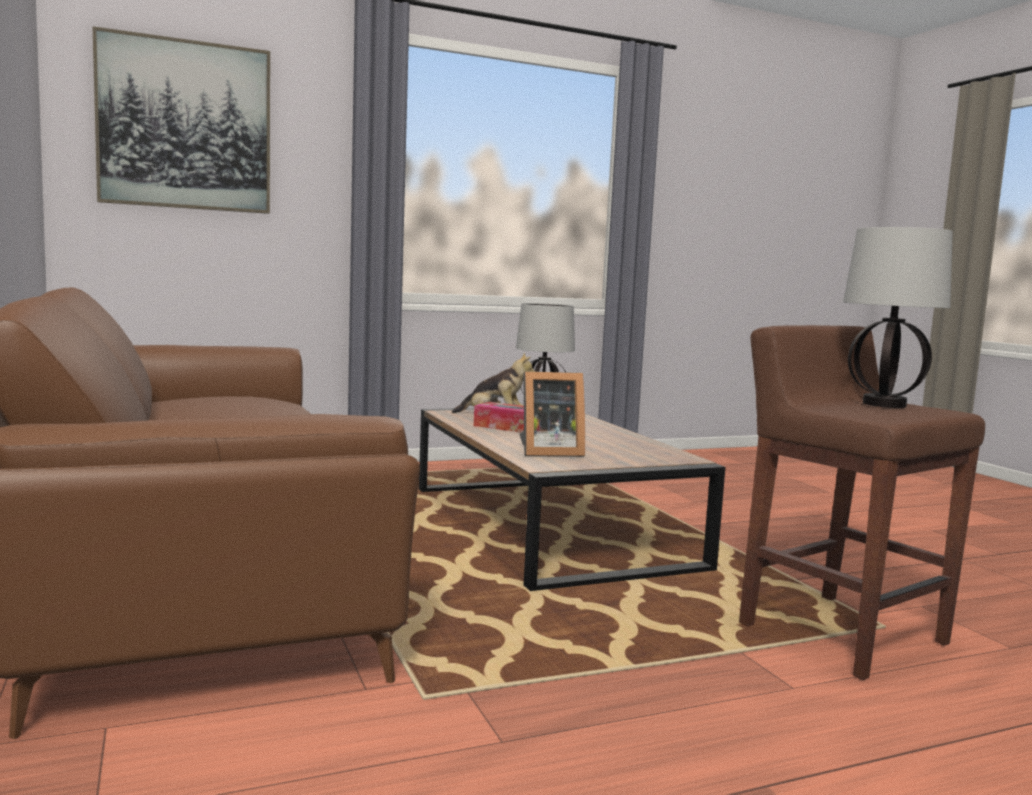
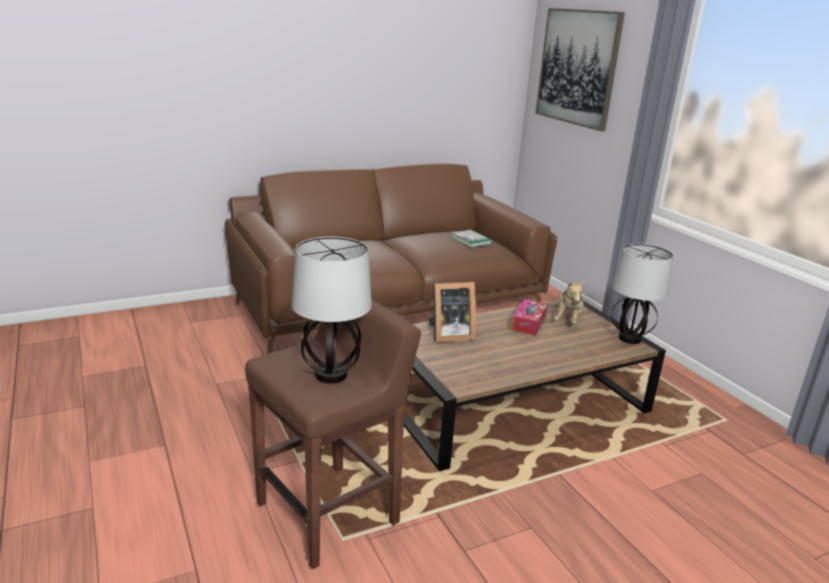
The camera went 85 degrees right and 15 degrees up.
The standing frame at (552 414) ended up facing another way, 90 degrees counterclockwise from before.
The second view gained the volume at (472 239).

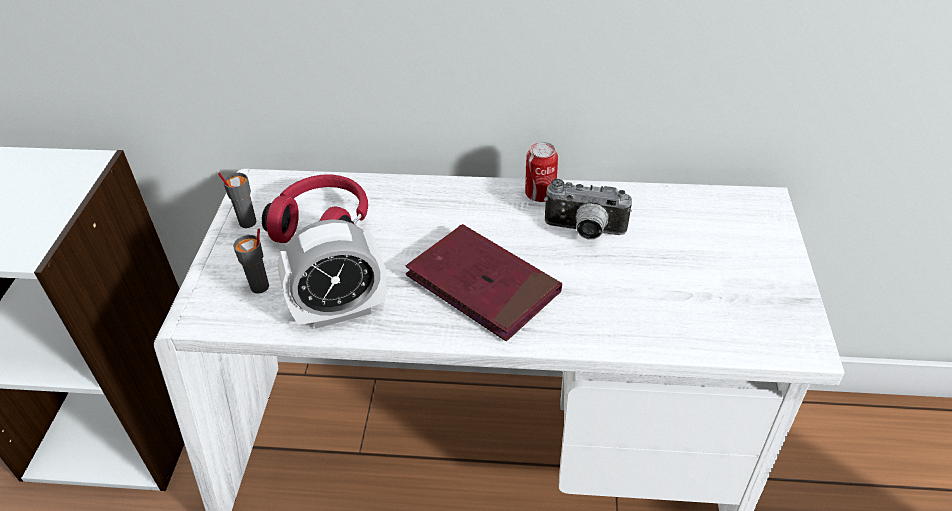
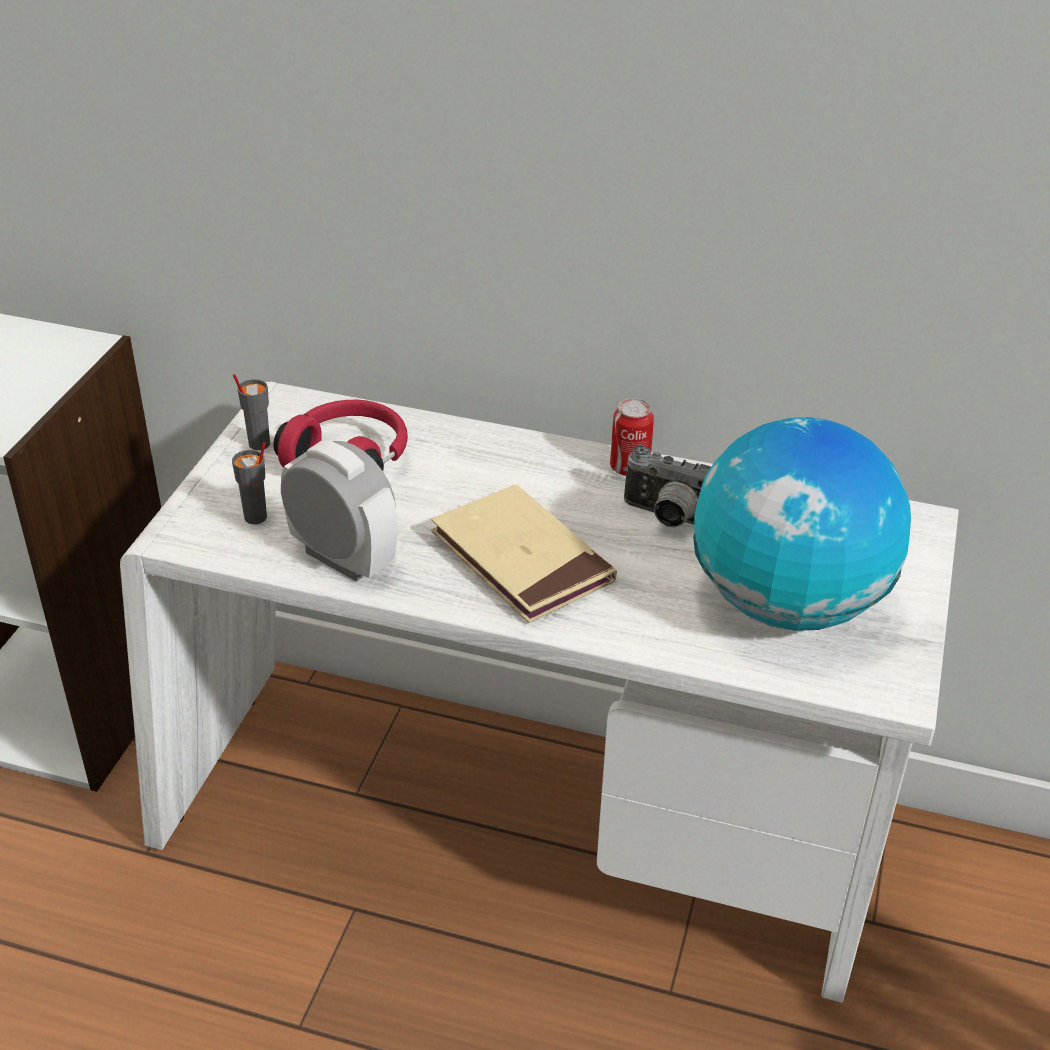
The camera went 10 degrees right and 5 degrees down.
The bedside clock at (332 274) ended up facing another way, 135 degrees counterclockwise from before.
What was the red volume at (484 282) turned into the beige-coloured volume at (524 553).
The second view gained the world globe at (802 524).

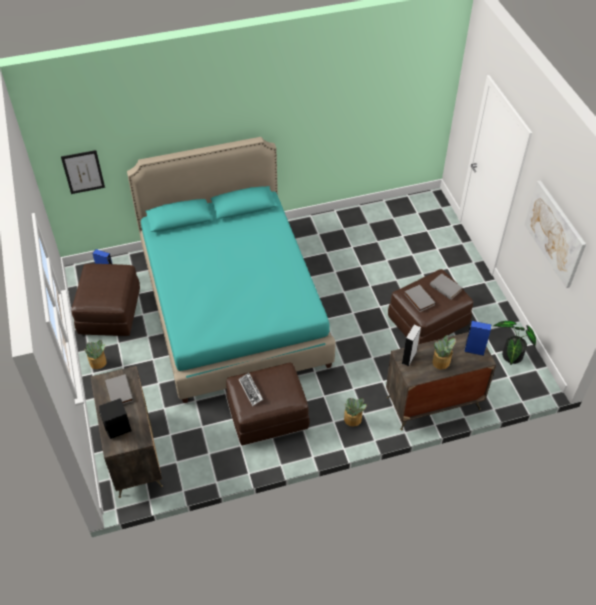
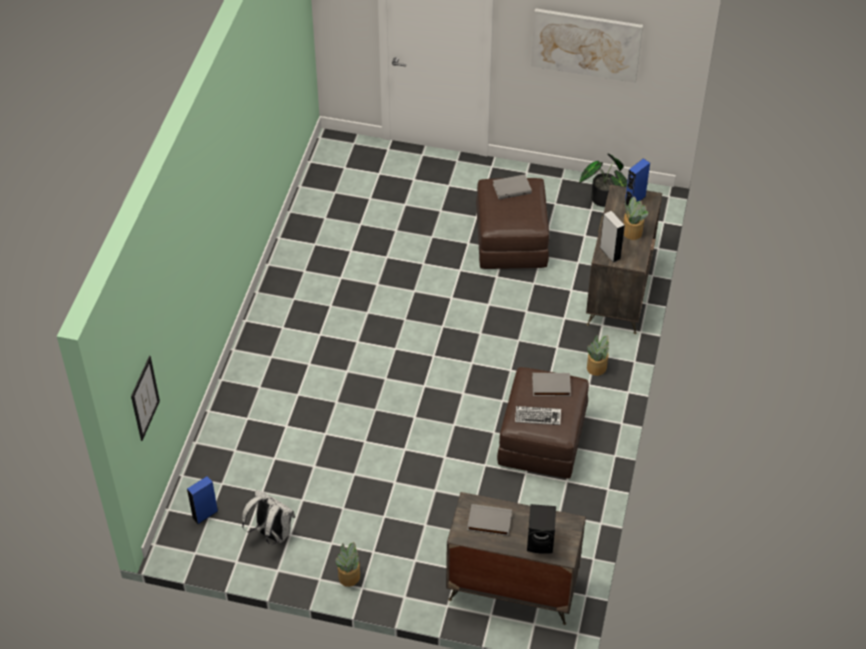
The camera went 60 degrees left and 0 degrees up.
The second view lost the turquoise bedroom bed at (231 270).
Where the brown-coloured ottoman stood at (105 300), the white-coloured backpack came to stand at (268 517).
The greyish volume ended up elsewhere, having gone from (420 298) to (551 384).

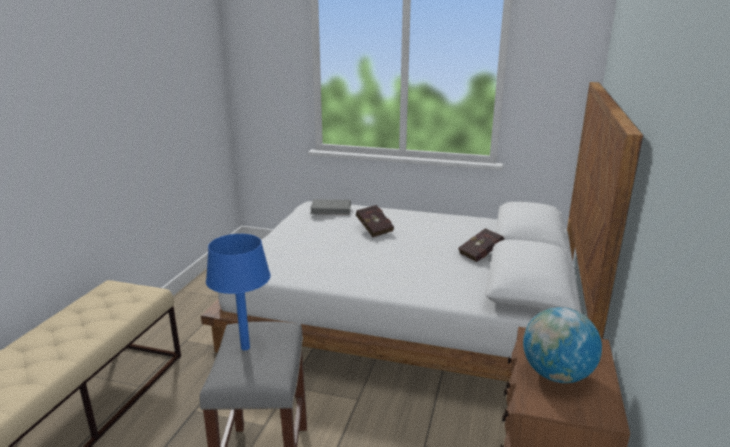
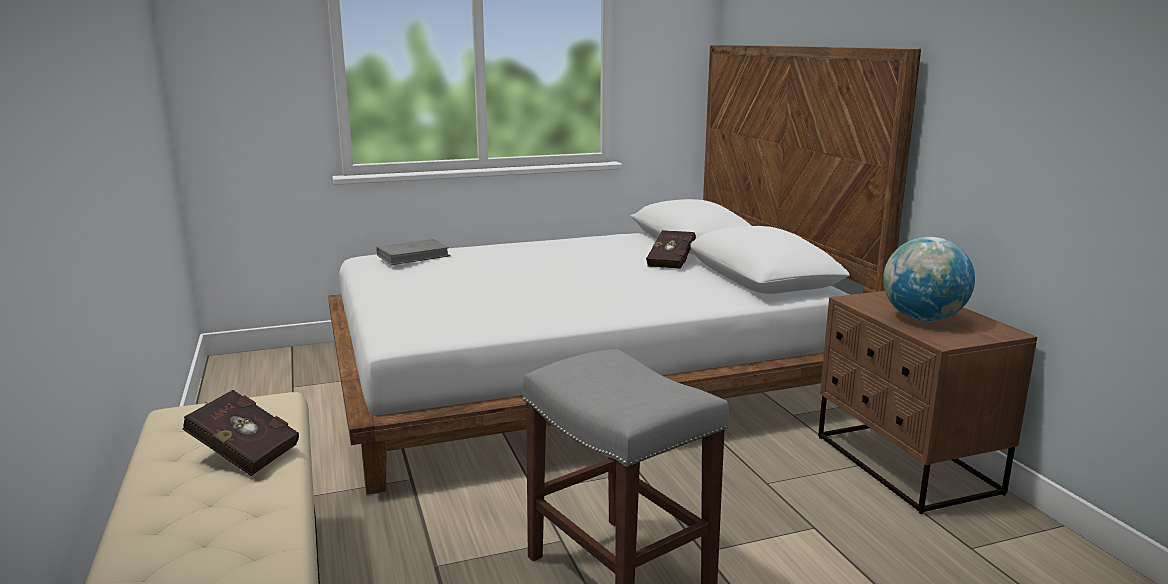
The camera went 35 degrees left and 5 degrees down.
The red volume ended up elsewhere, having gone from (375 221) to (241 433).
The second view lost the blue lamp for a table at (238 292).

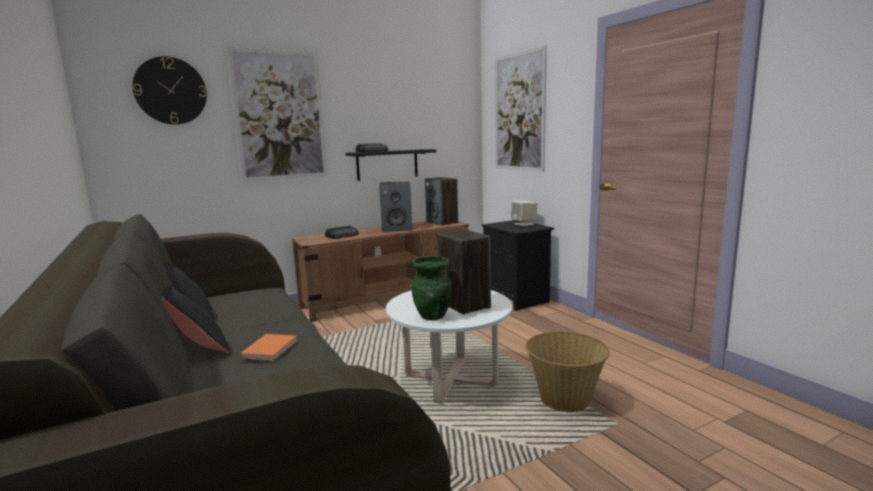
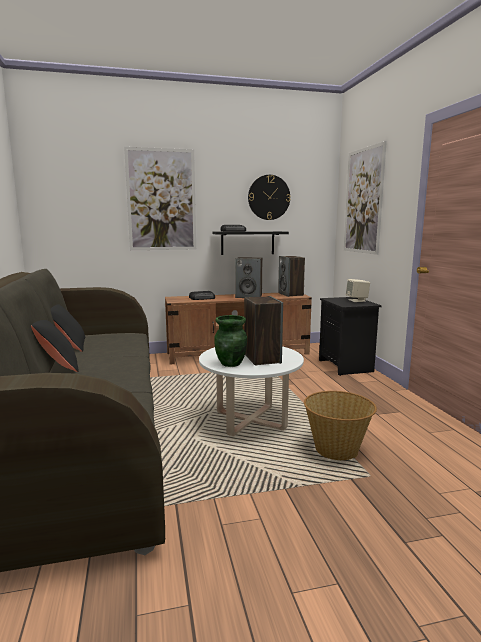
The camera went 15 degrees right and 0 degrees up.
The clock on the wall ended up elsewhere, having gone from (169 90) to (269 197).
The second view lost the orangey volume at (268 347).

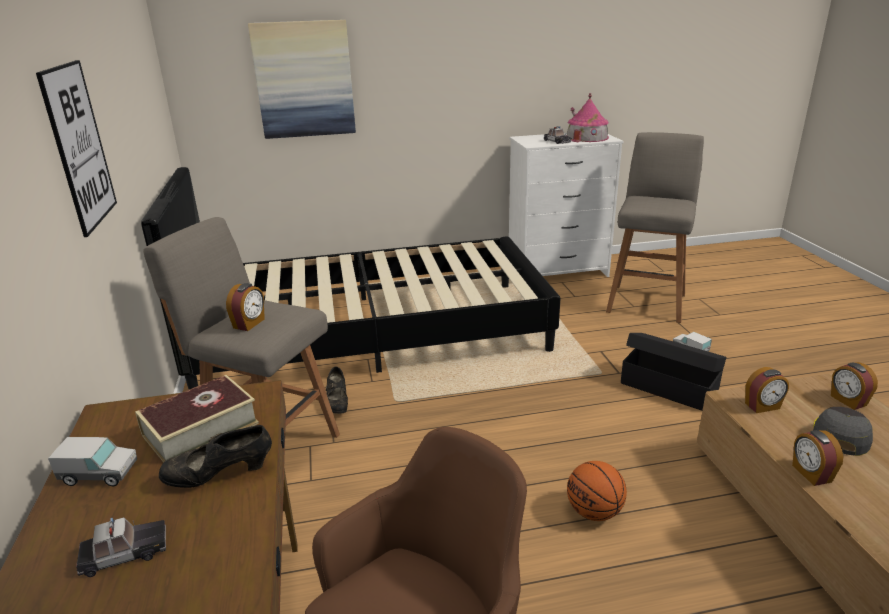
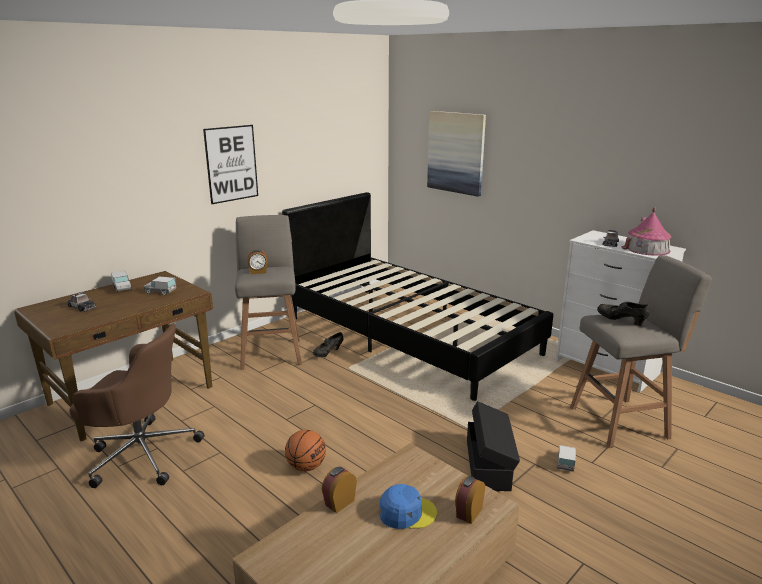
The camera went 55 degrees right and 5 degrees down.
The second view lost the bedside clock at (767 390).
Where the volume stood at (197 419), the toy truck came to stand at (160 286).
What was the greyish cap at (843 431) turned into the blue cap at (408 506).
The blackish item of footwear ended up elsewhere, having gone from (215 456) to (623 313).

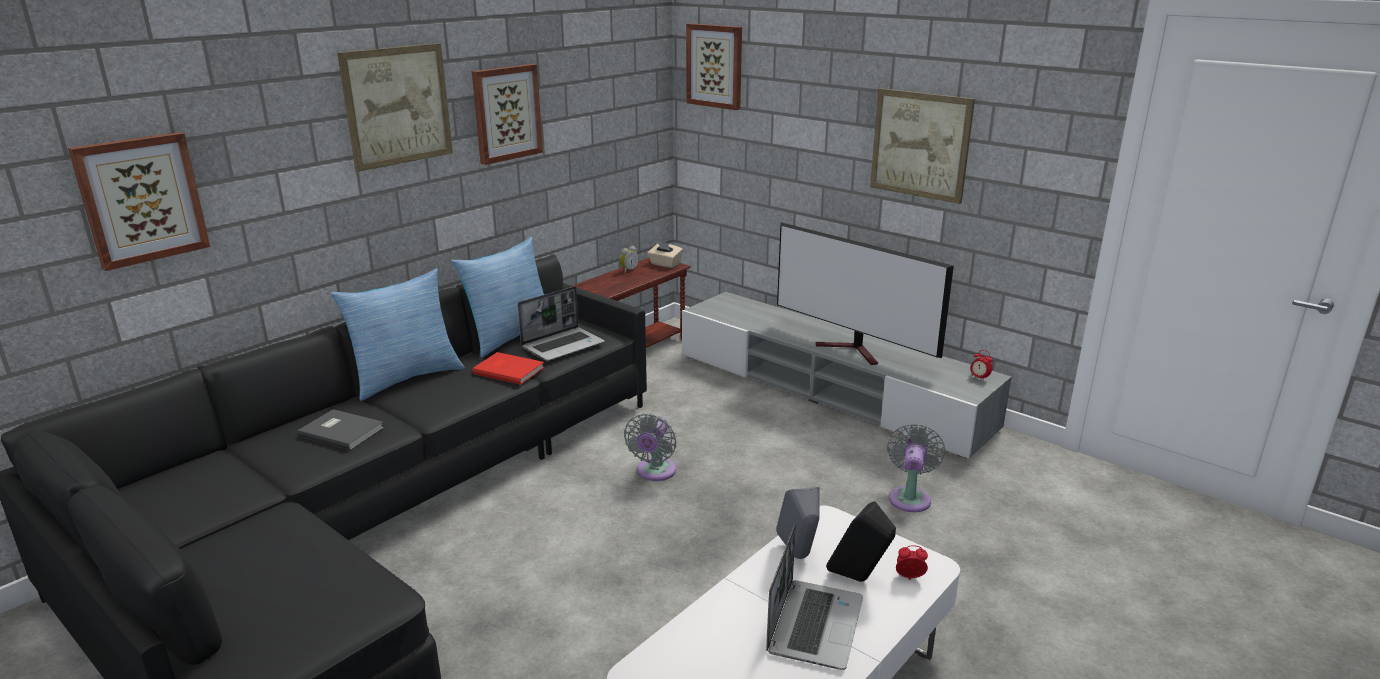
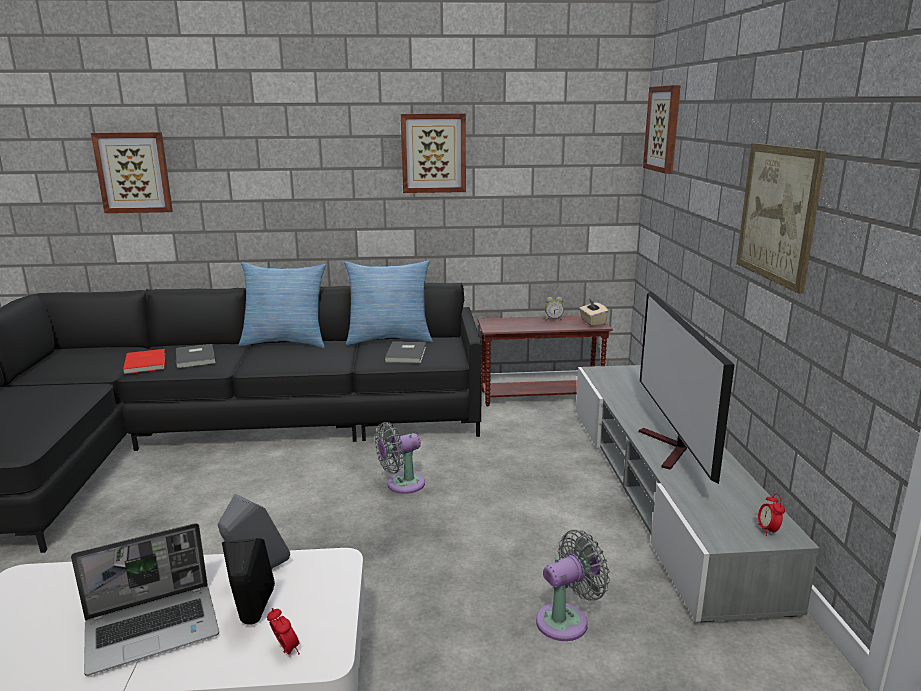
The camera went 45 degrees right and 5 degrees down.
The second view lost the wall art at (395 107).
Where the notebook computer stood at (561 323), the greyish volume came to stand at (405 352).
The red volume ended up elsewhere, having gone from (508 368) to (144 361).

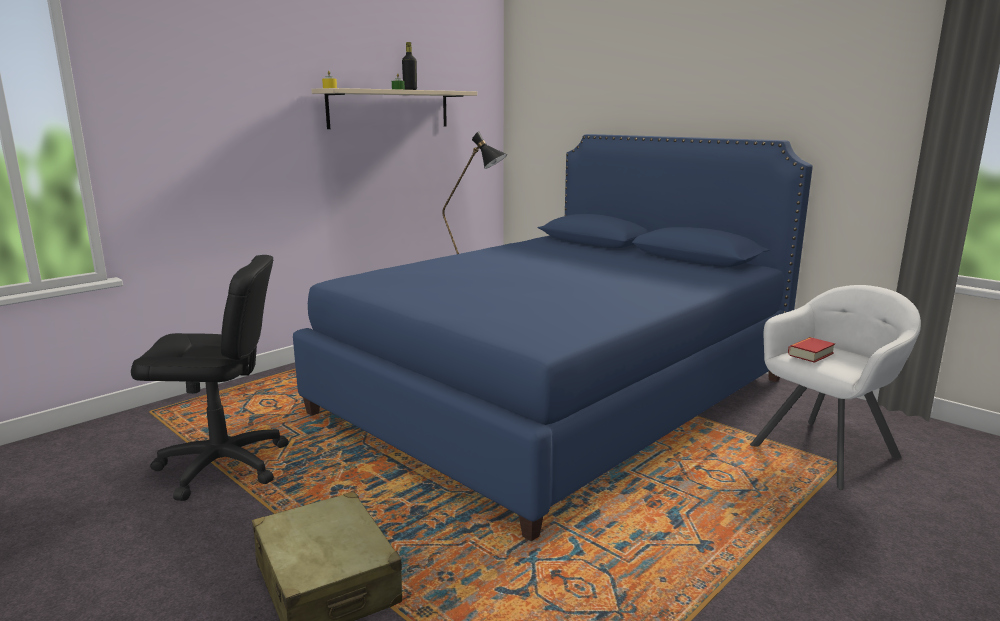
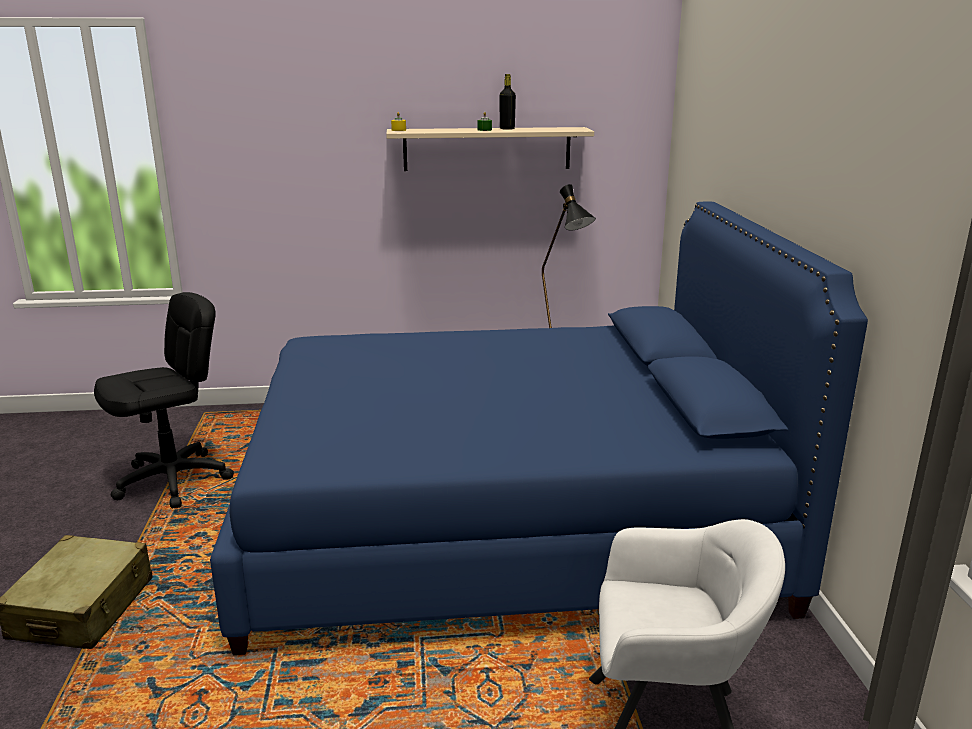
The camera went 40 degrees right and 5 degrees up.
The blackish computer chair at (210 378) ended up facing another way, 75 degrees counterclockwise from before.
The second view lost the volume at (811 350).

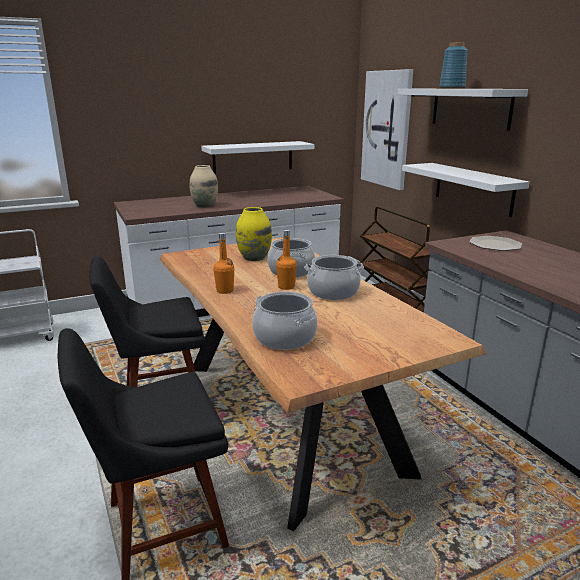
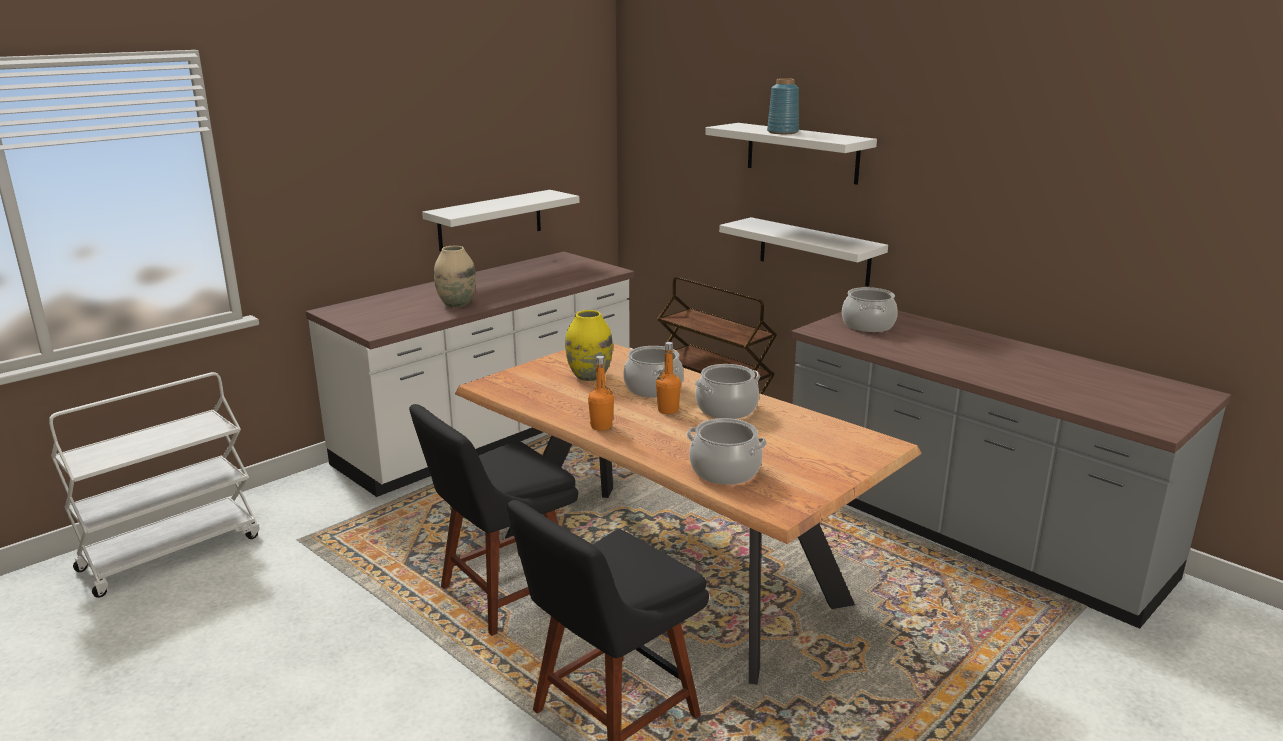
The camera went 20 degrees left and 0 degrees up.
The second view lost the wall art at (387 129).
Where the flat dish stood at (495 243), the saucepot came to stand at (870 309).

